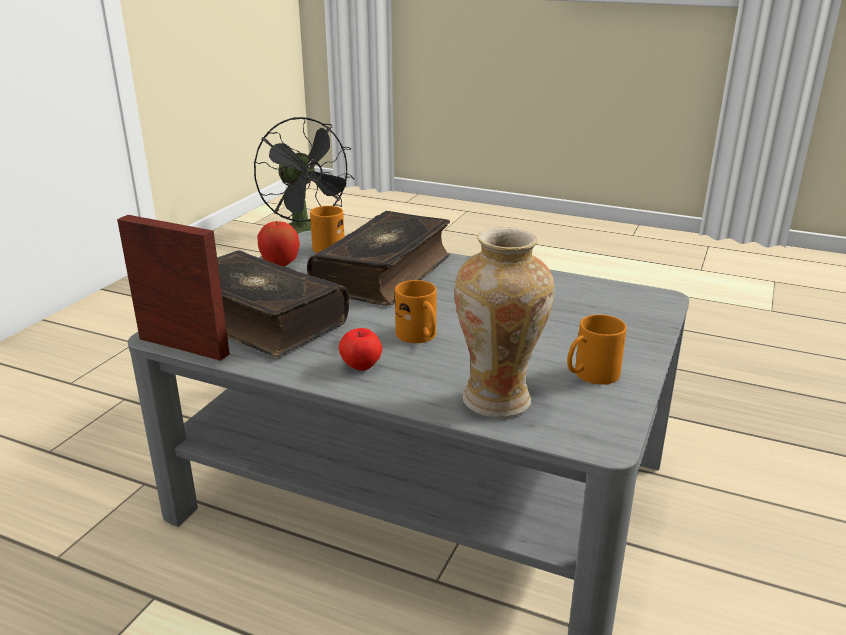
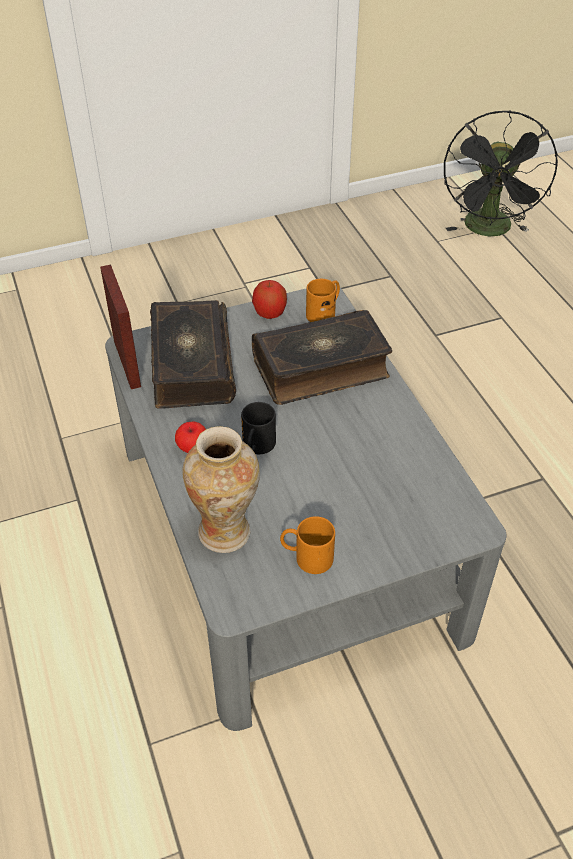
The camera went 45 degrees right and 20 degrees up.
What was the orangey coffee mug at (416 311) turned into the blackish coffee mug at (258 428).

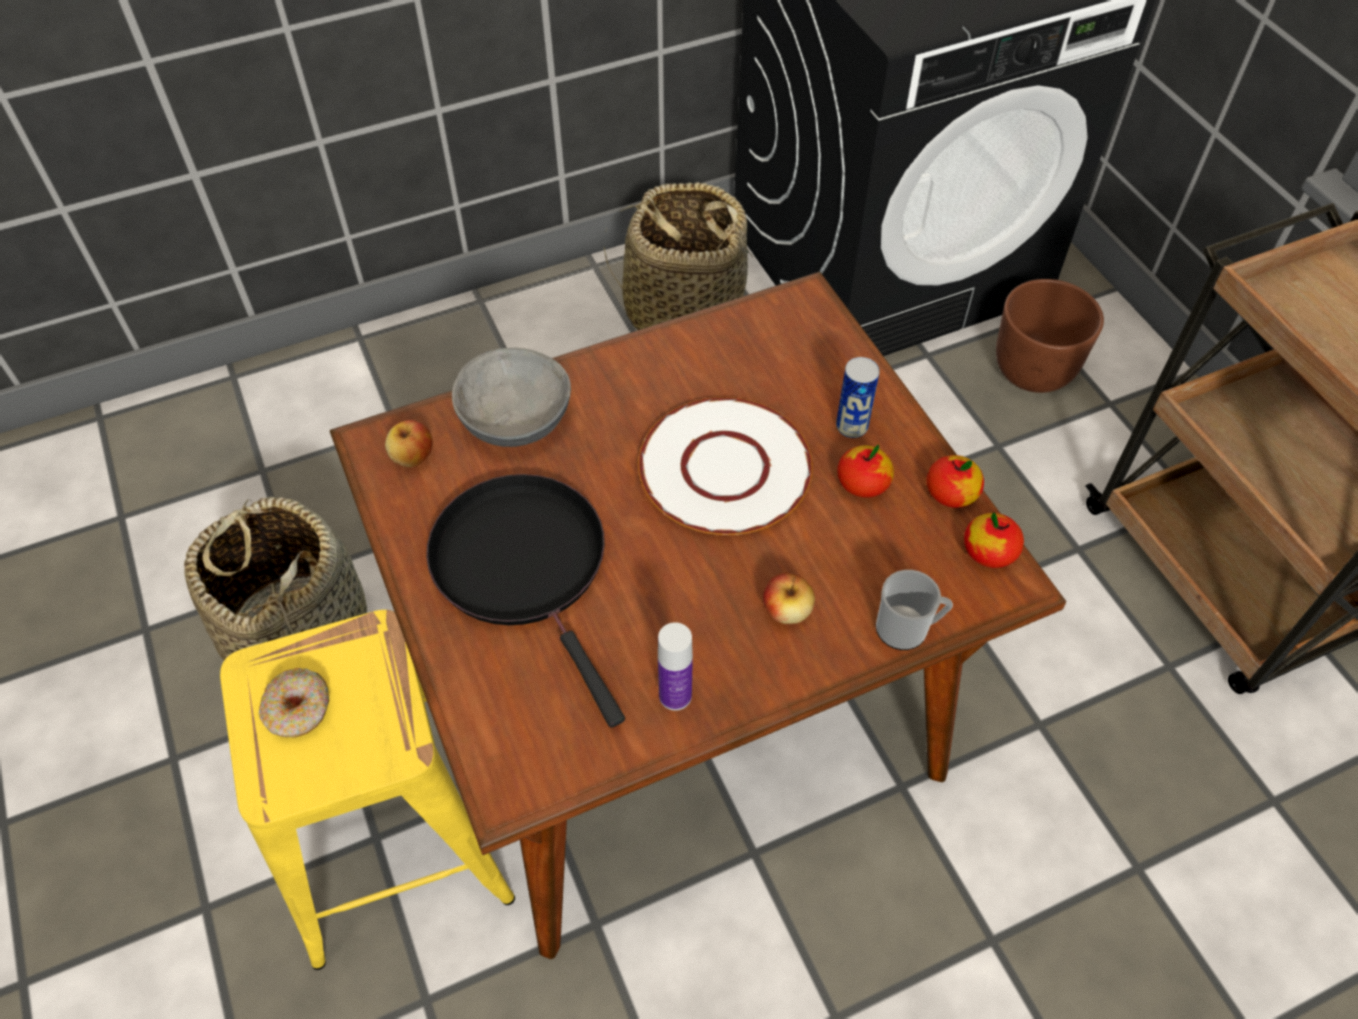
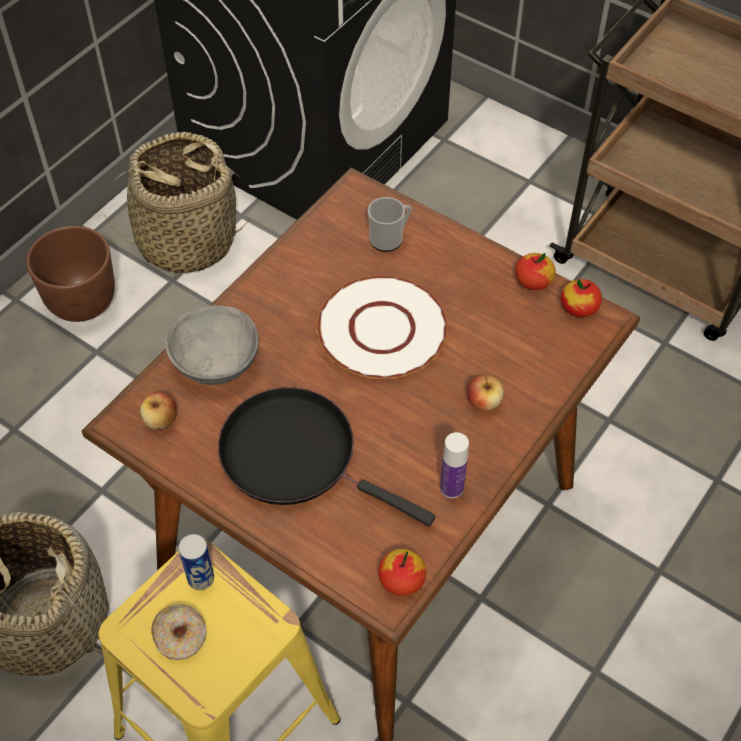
The camera went 30 degrees left and 0 degrees up.
The brown-coloured plant pot ended up elsewhere, having gone from (1050 336) to (70 274).
The metal can ended up elsewhere, having gone from (858 397) to (196 562).
The apple fruit ended up elsewhere, having gone from (865 471) to (402 572).
The coffee mug ended up elsewhere, having gone from (914 610) to (390 224).

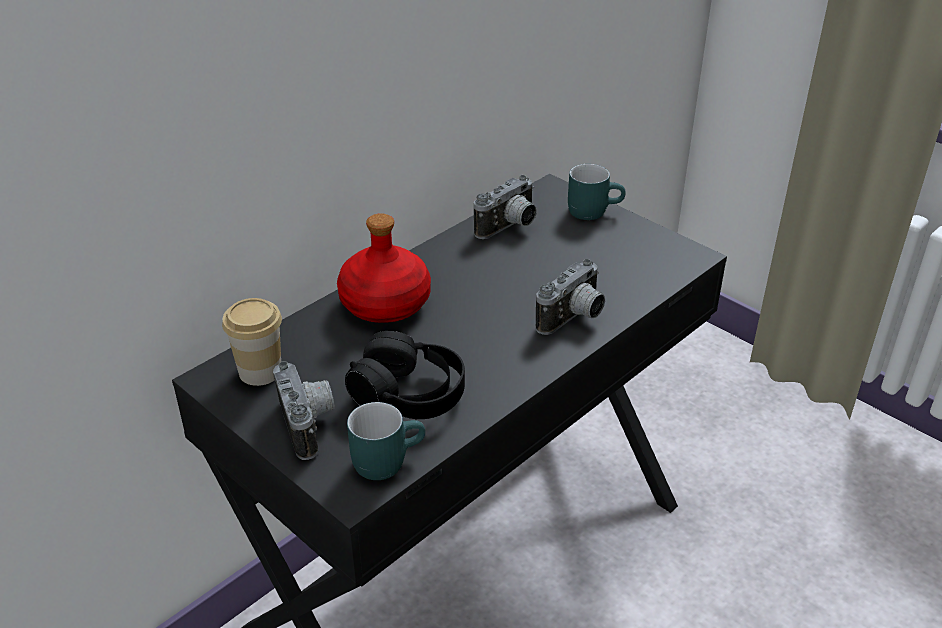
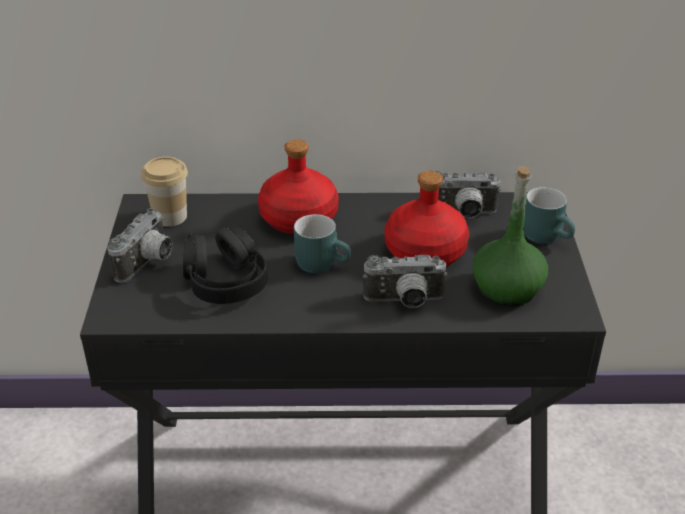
The camera went 45 degrees right and 0 degrees up.
The turquoise coffee mug ended up elsewhere, having gone from (386 441) to (322 243).
The second view gained the green beverage bottle at (510 236).
The second view gained the red beverage bottle at (426 218).

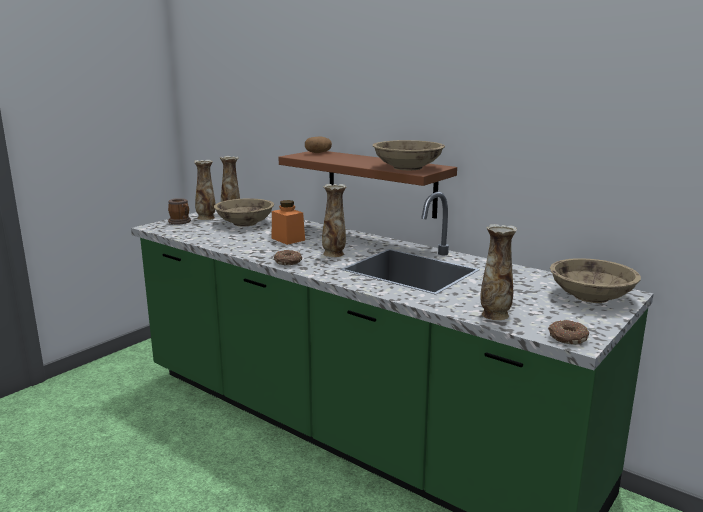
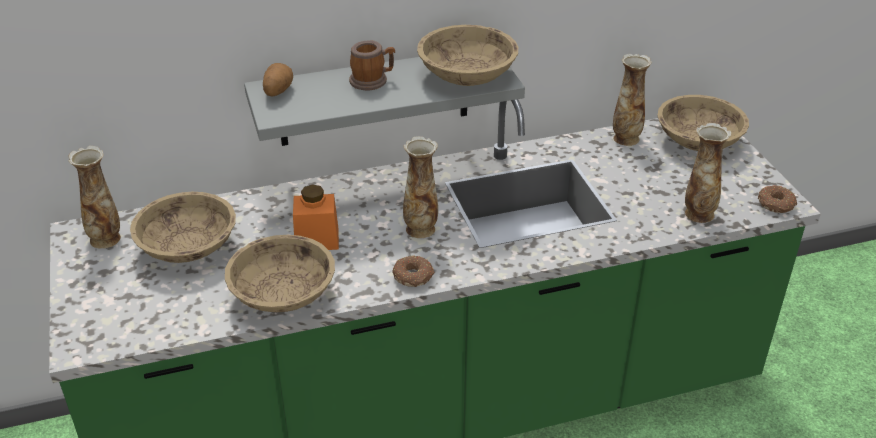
The camera went 55 degrees left and 20 degrees up.
What was the brown-coloured bracket shelf at (367 185) turned into the greyish bracket shelf at (384 101).
The flower vase ended up elsewhere, having gone from (204 190) to (632 100).
The coffee mug ended up elsewhere, having gone from (179 211) to (372 65).
The second view gained the beige-coloured bowl at (280 273).

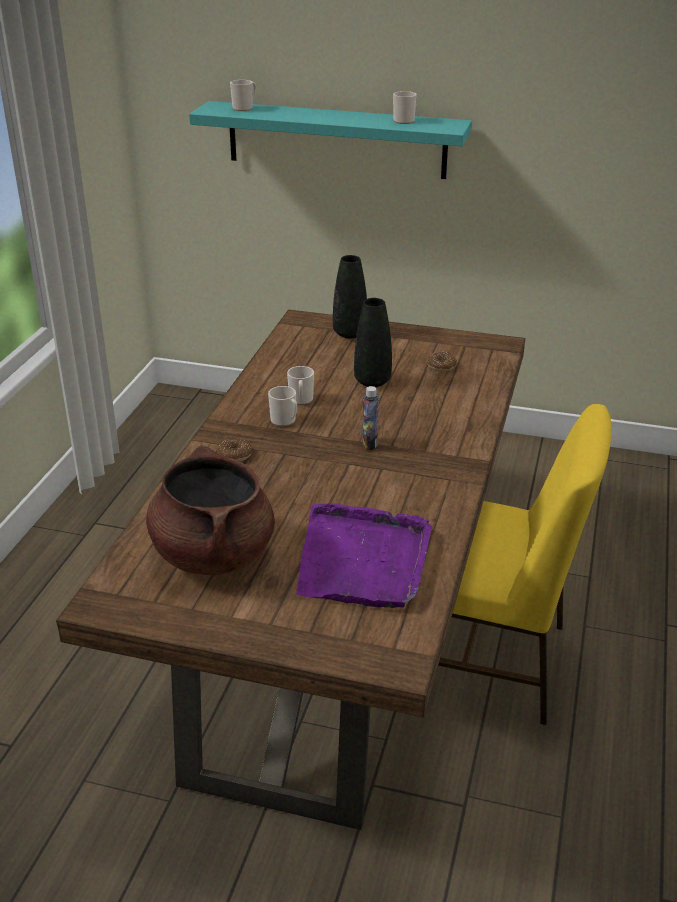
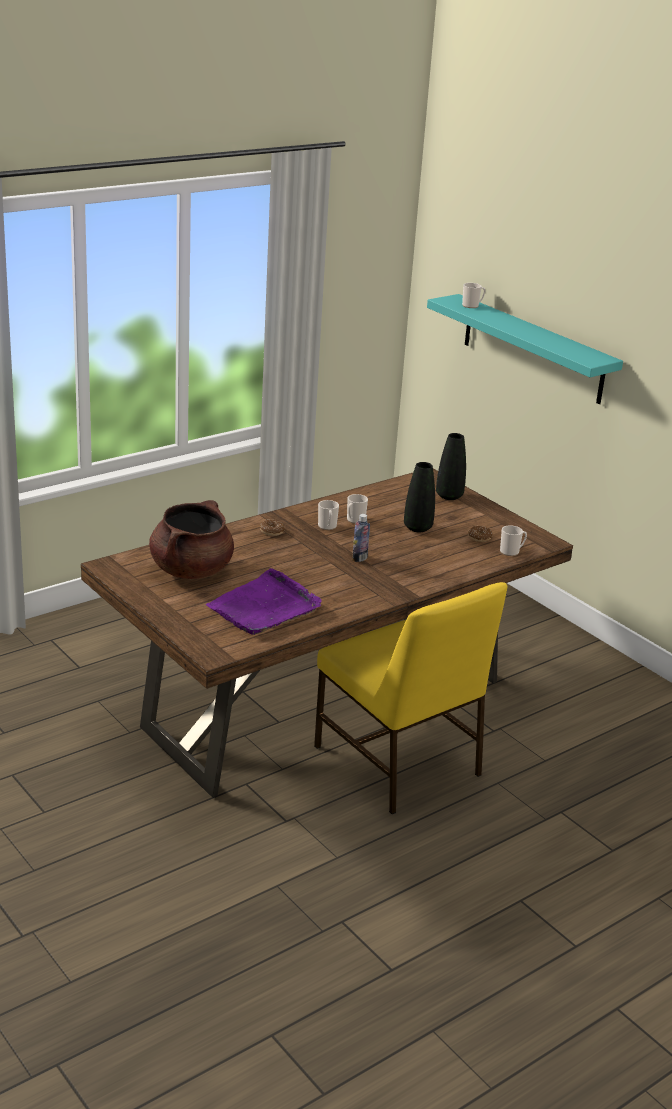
The camera went 35 degrees right and 5 degrees down.
The coffee mug ended up elsewhere, having gone from (405 107) to (513 540).

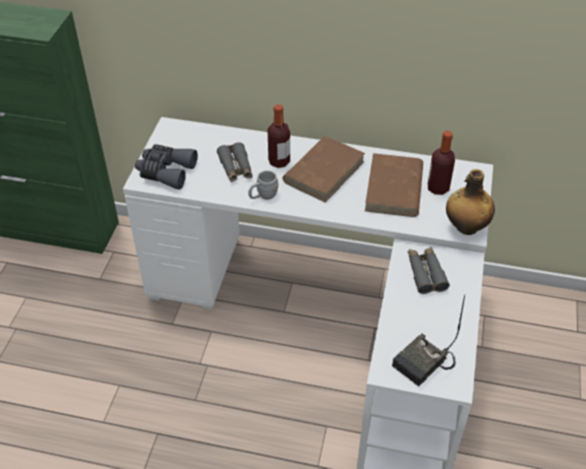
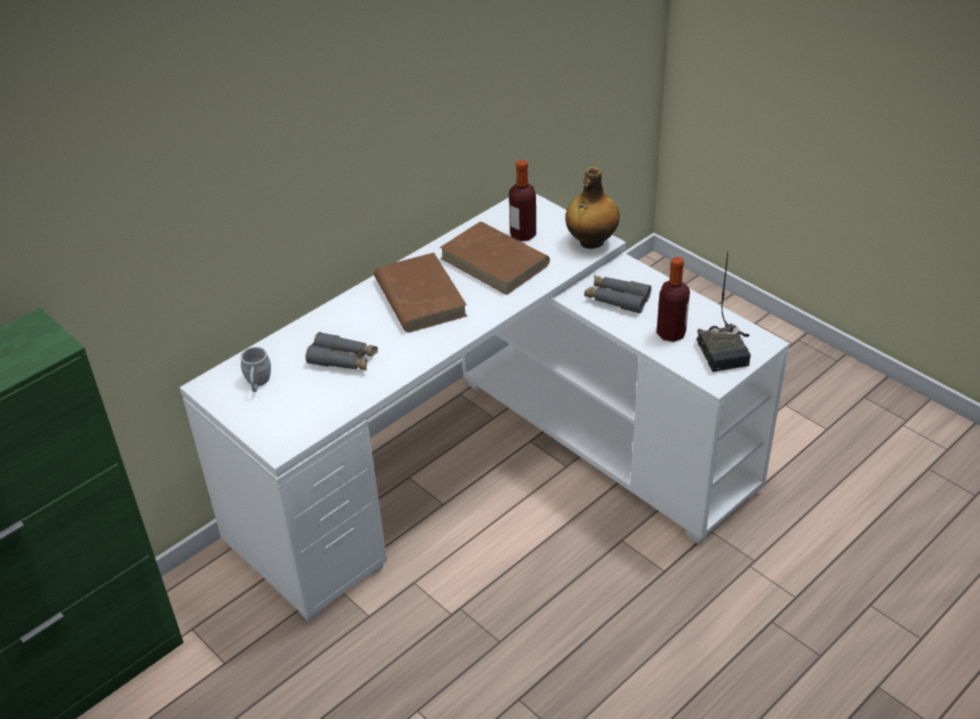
The camera went 55 degrees left and 5 degrees down.
The beverage bottle ended up elsewhere, having gone from (279 136) to (673 299).
The second view lost the greyish field glasses at (166 167).
The greyish coffee mug ended up elsewhere, having gone from (263 185) to (255 369).

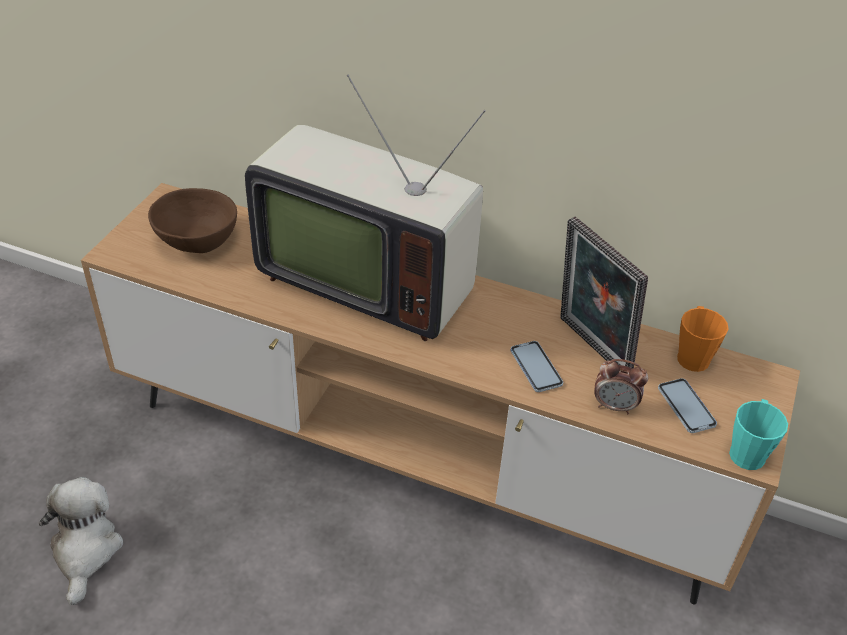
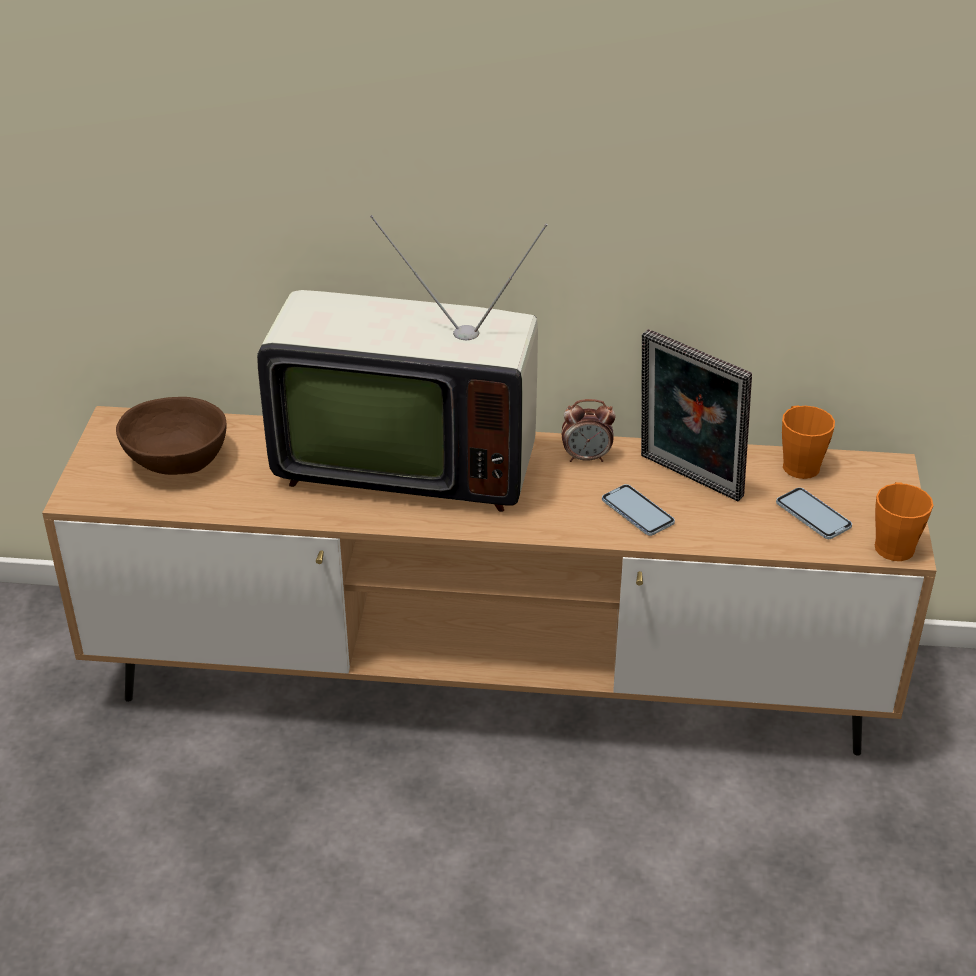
The camera went 15 degrees left and 5 degrees down.
The bedside clock ended up elsewhere, having gone from (621 386) to (589 430).
What was the turquoise coffee mug at (758 434) turned into the orangey coffee mug at (904 521).
The second view lost the plush toy at (81 541).

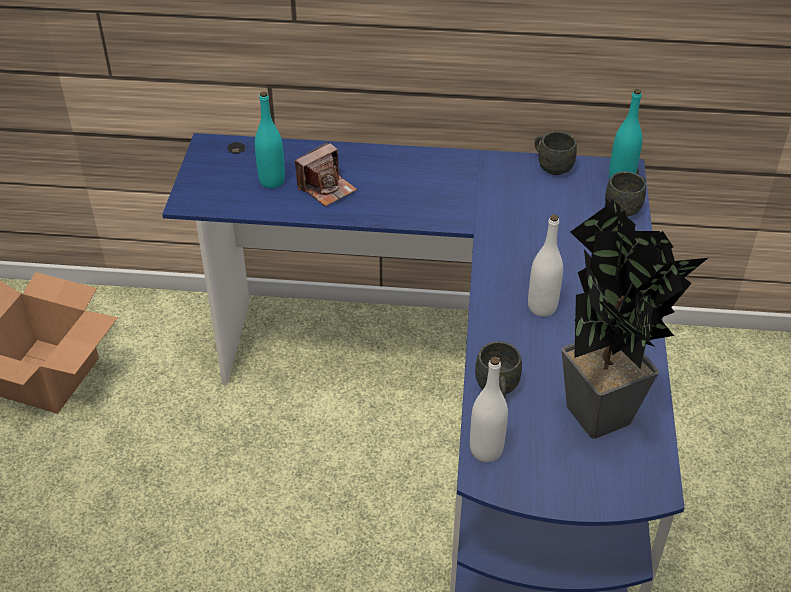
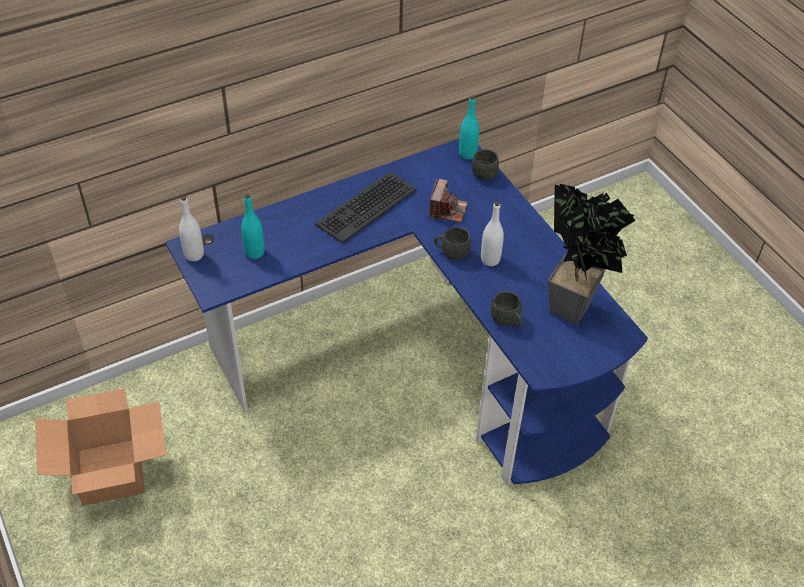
The camera went 35 degrees left and 5 degrees up.
The greyish coffee mug ended up elsewhere, having gone from (556 153) to (452 243).
The still camera ended up elsewhere, having gone from (326 174) to (448 200).
The white-coloured beverage bottle ended up elsewhere, having gone from (489 409) to (191 228).
The second view gained the PC keyboard at (366 208).

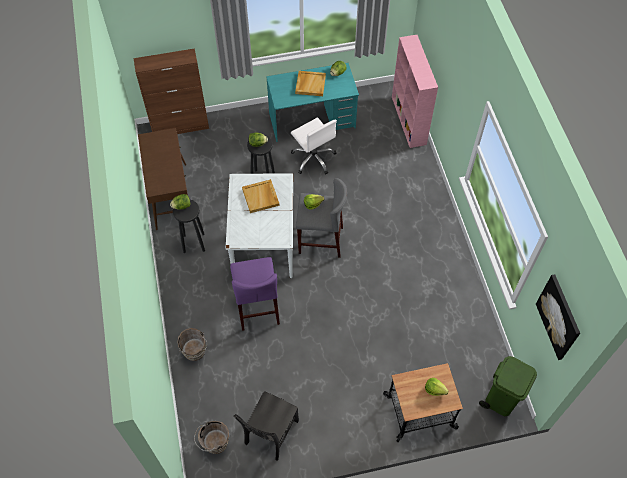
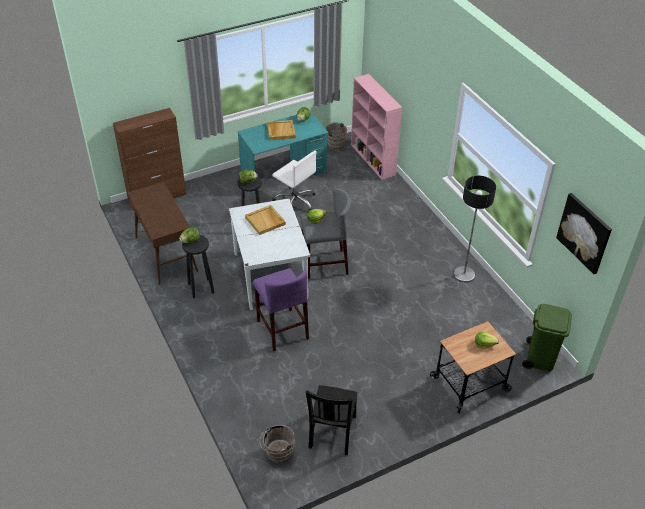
The camera went 15 degrees left and 15 degrees down.
The brown-coloured water bucket ended up elsewhere, having gone from (192 344) to (337 136).
The second view gained the standard lamp at (474 229).

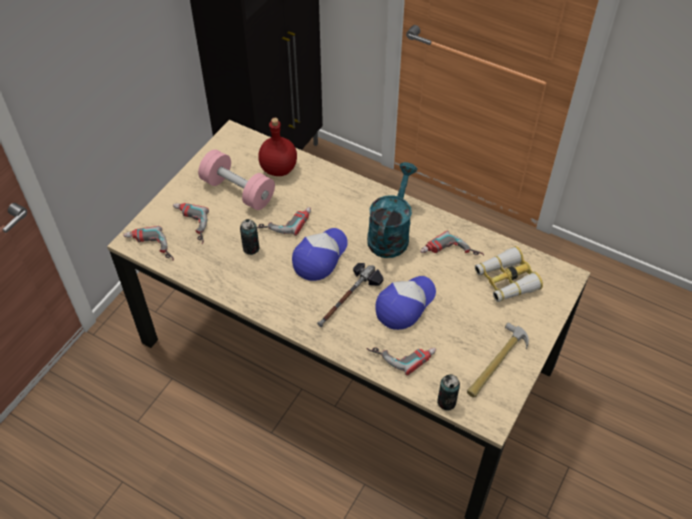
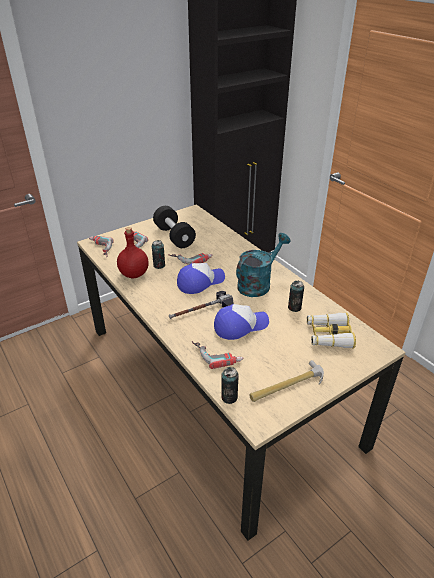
The camera went 25 degrees right and 15 degrees down.
The red beverage bottle ended up elsewhere, having gone from (277 147) to (133 252).
What was the pink hand weight at (236 179) turned into the blackish hand weight at (174 227).
Where the electric drill stood at (452 243), the metal can came to stand at (296 296).

